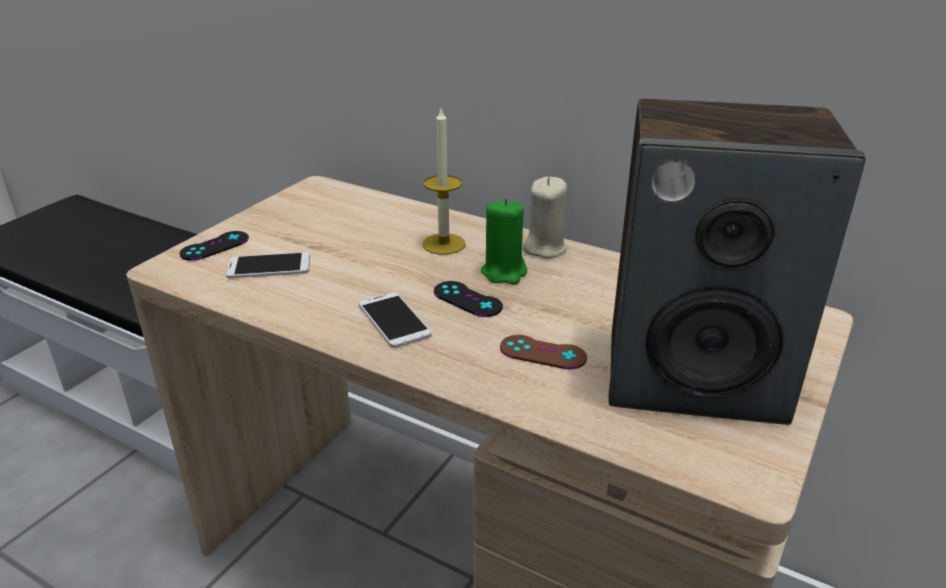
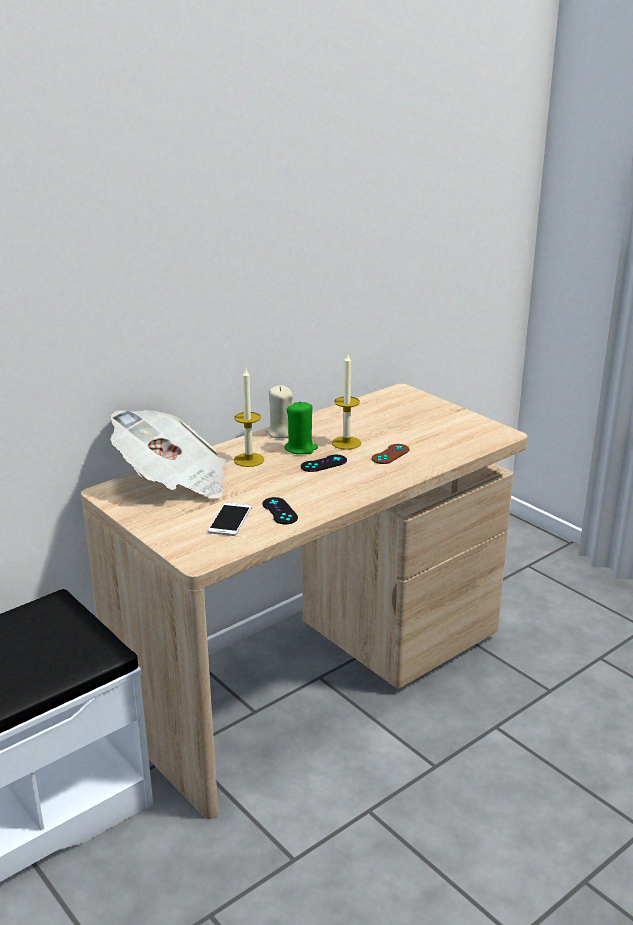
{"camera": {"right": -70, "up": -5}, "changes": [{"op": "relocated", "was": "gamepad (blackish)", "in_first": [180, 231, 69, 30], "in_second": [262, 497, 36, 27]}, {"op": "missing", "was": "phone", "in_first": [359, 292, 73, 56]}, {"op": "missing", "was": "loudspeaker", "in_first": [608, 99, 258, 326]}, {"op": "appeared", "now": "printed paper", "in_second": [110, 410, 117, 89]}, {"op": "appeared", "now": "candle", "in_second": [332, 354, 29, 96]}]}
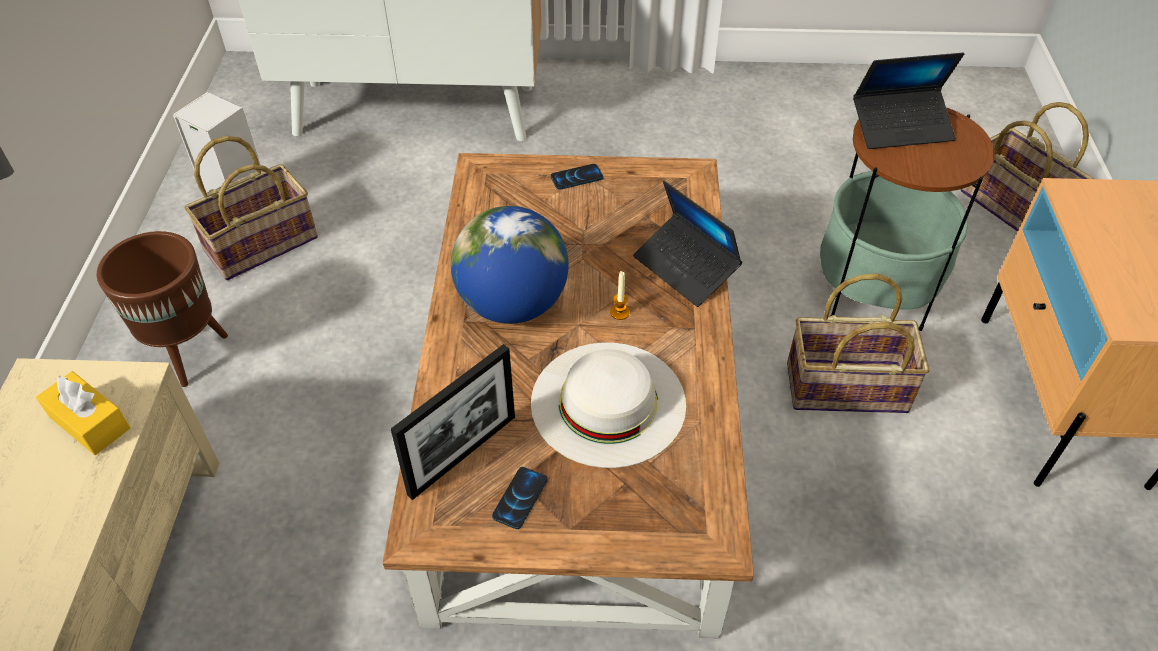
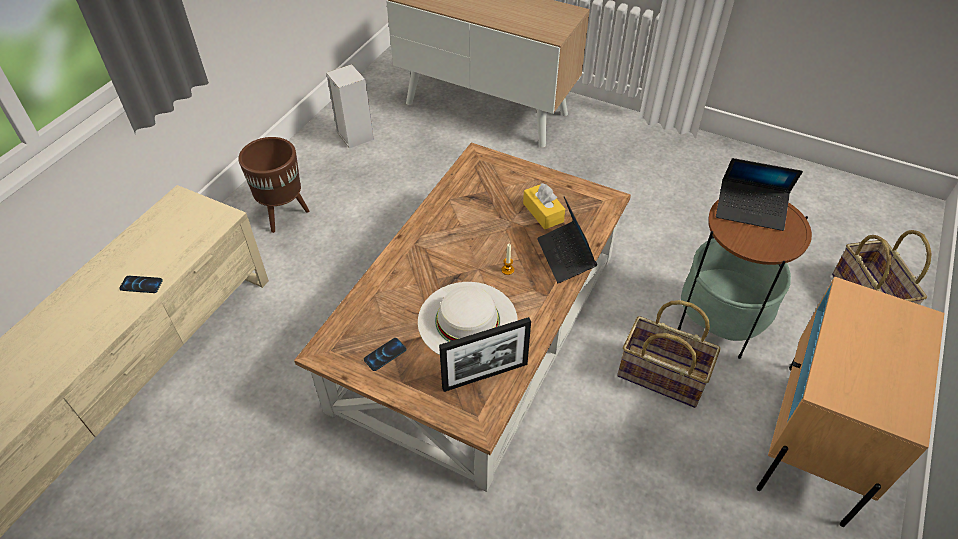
{"camera": {"right": 25, "up": 0}, "changes": [{"op": "relocated", "was": "tissue box (yellow-coloured)", "in_first": [36, 371, 94, 84], "in_second": [523, 183, 42, 46]}, {"op": "missing", "was": "household basket", "in_first": [185, 136, 133, 144]}, {"op": "relocated", "was": "picture frame", "in_first": [391, 344, 124, 156], "in_second": [439, 317, 92, 75]}, {"op": "missing", "was": "desk globe", "in_first": [451, 206, 118, 118]}, {"op": "relocated", "was": "phone", "in_first": [551, 164, 52, 26], "in_second": [119, 276, 44, 17]}]}
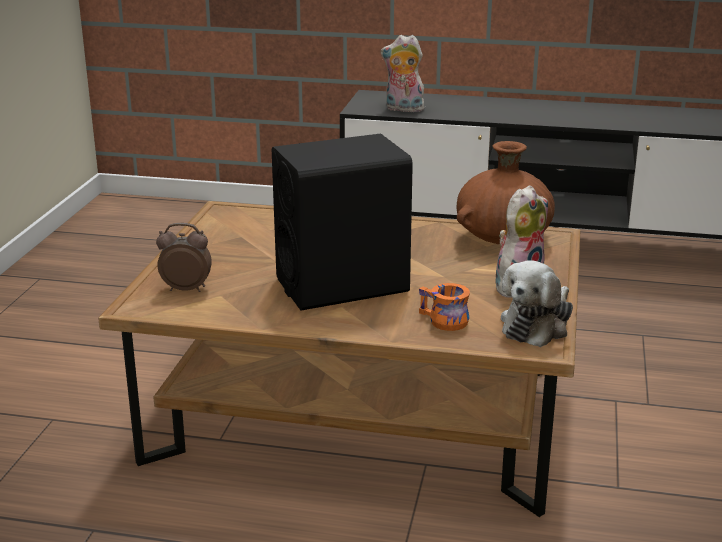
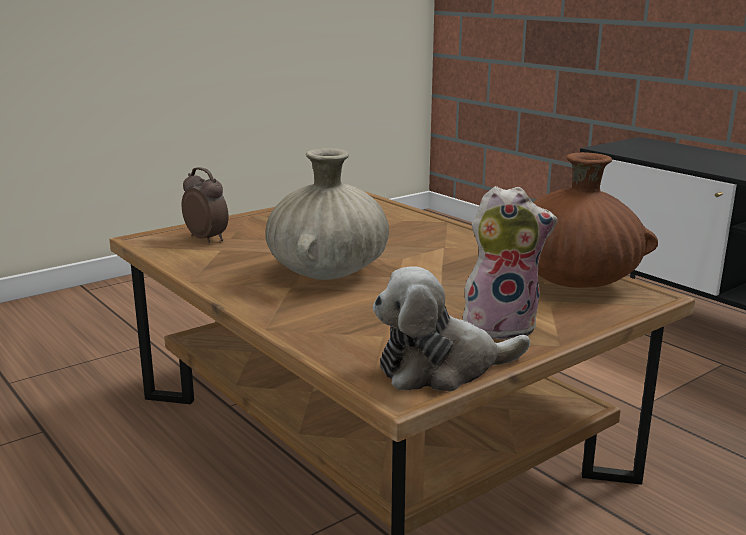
{"camera": {"right": 40, "up": -5}, "changes": [{"op": "exchanged", "was": "loudspeaker (blackish)", "now": "decorative vase (beige-coloured)", "in_first": [272, 134, 141, 176], "in_second": [265, 148, 124, 132]}, {"op": "missing", "was": "cuddly toy", "in_first": [380, 35, 46, 77]}, {"op": "missing", "was": "mug (orange-coloured)", "in_first": [419, 283, 51, 48]}]}
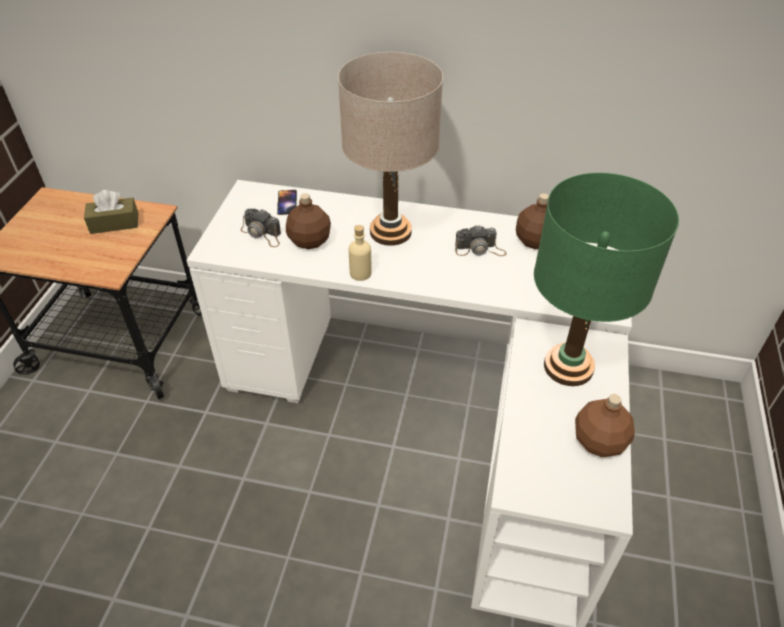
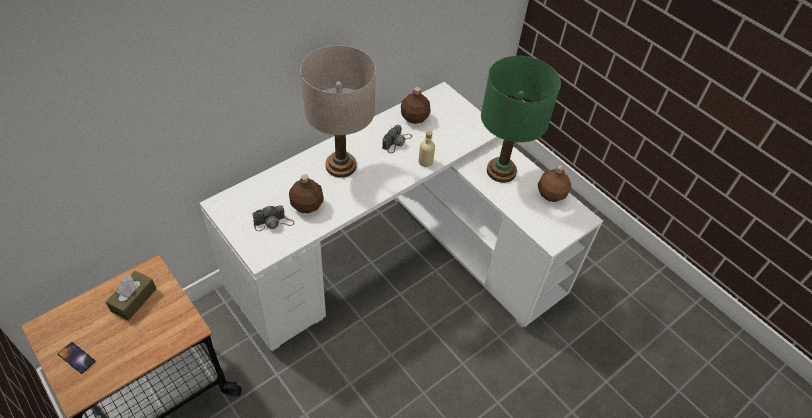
{"camera": {"right": -55, "up": 5}, "changes": [{"op": "relocated", "was": "phone", "in_first": [277, 190, 20, 25], "in_second": [58, 342, 38, 32]}, {"op": "relocated", "was": "bottle (beige-coloured)", "in_first": [349, 225, 22, 56], "in_second": [419, 131, 16, 36]}]}
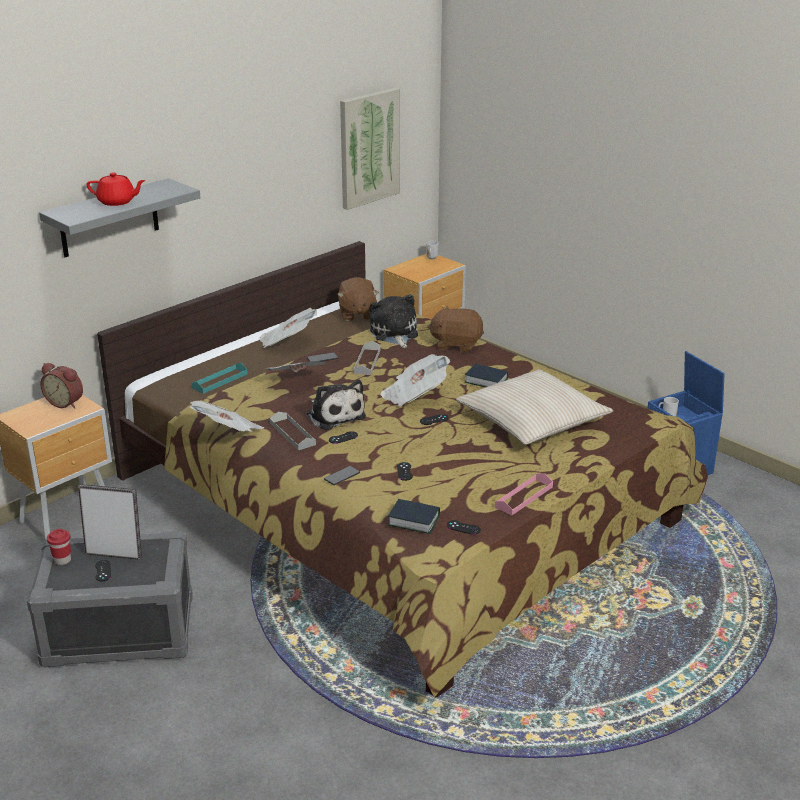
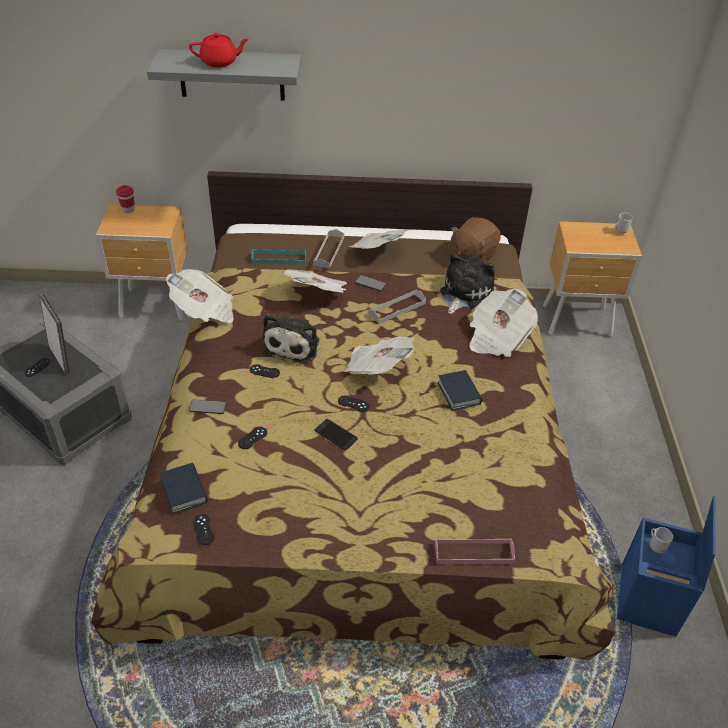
{"camera": {"right": 45, "up": 15}, "changes": [{"op": "missing", "was": "table clock", "in_first": [40, 363, 43, 45]}, {"op": "relocated", "was": "cup (reddish)", "in_first": [47, 529, 24, 36], "in_second": [116, 185, 19, 28]}, {"op": "spun", "was": "teapot (reddish)", "in_first": [87, 172, 59, 34], "in_second": [189, 33, 60, 34], "clockwise": -60}, {"op": "relocated", "was": "tray (greyish)", "in_first": [270, 412, 46, 38], "in_second": [313, 229, 31, 39]}, {"op": "missing", "was": "wall art", "in_first": [340, 88, 60, 122]}, {"op": "exchanged", "was": "cuddly toy (brownish)", "now": "printed paper", "in_first": [427, 306, 57, 46], "in_second": [469, 289, 69, 68]}, {"op": "missing", "was": "throw pillow (beige-coloured)", "in_first": [456, 369, 158, 76]}, {"op": "relocated", "was": "tray (pinkish)", "in_first": [495, 473, 58, 42], "in_second": [435, 538, 80, 26]}, {"op": "appeared", "now": "phone", "in_second": [315, 419, 43, 31]}]}
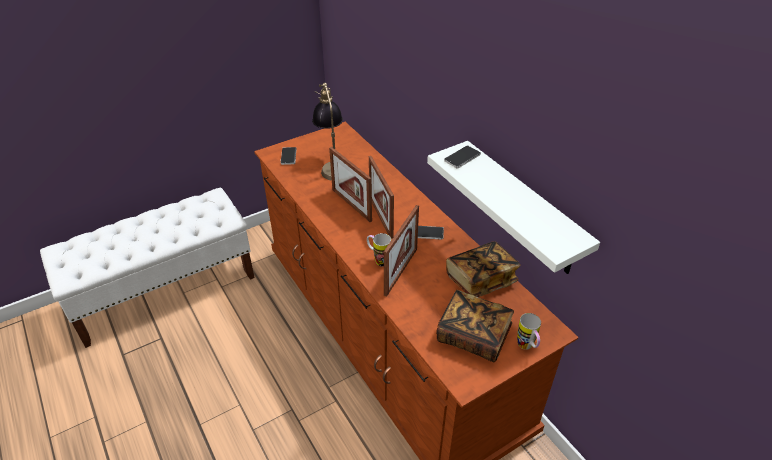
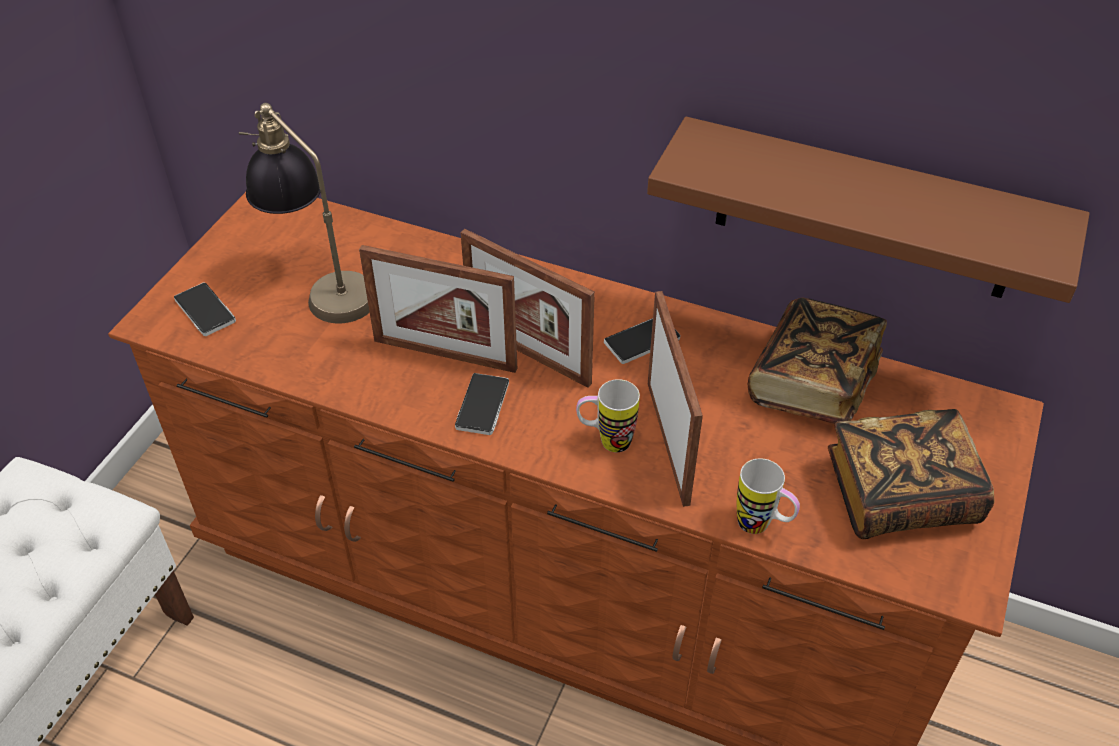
{"camera": {"right": -35, "up": 5}, "changes": [{"op": "colour", "was": "shelf (white)", "now": "shelf (brownish)", "in_first": [427, 141, 173, 133], "in_second": [647, 116, 443, 187]}, {"op": "relocated", "was": "phone", "in_first": [444, 145, 37, 24], "in_second": [455, 373, 54, 62]}, {"op": "relocated", "was": "mug", "in_first": [517, 313, 24, 37], "in_second": [737, 458, 63, 76]}]}
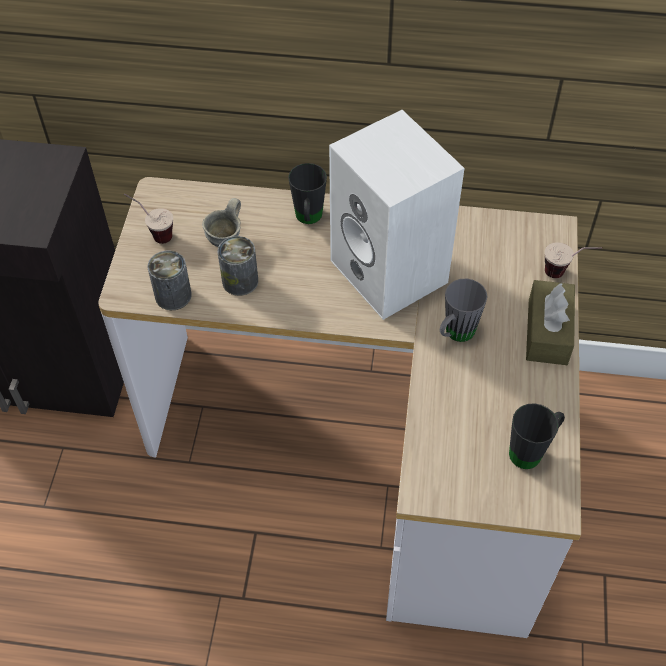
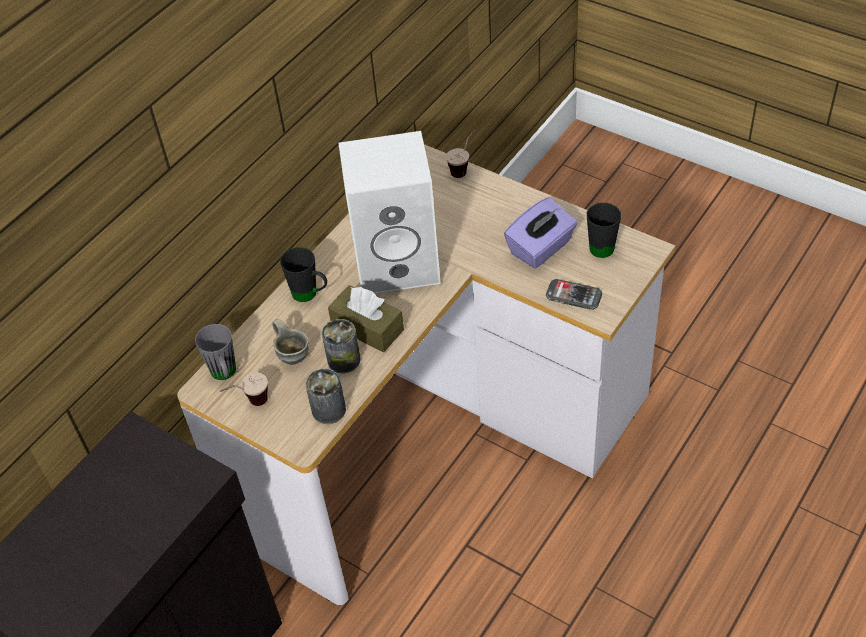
{"camera": {"right": -60, "up": -5}, "changes": [{"op": "relocated", "was": "mug (greyish)", "in_first": [440, 279, 47, 63], "in_second": [195, 324, 41, 56]}, {"op": "relocated", "was": "tissue box (brownish)", "in_first": [526, 280, 49, 85], "in_second": [328, 285, 76, 67]}, {"op": "appeared", "now": "tissue box (purple-coloured)", "in_second": [504, 197, 74, 71]}, {"op": "appeared", "now": "phone", "in_second": [546, 279, 56, 31]}]}
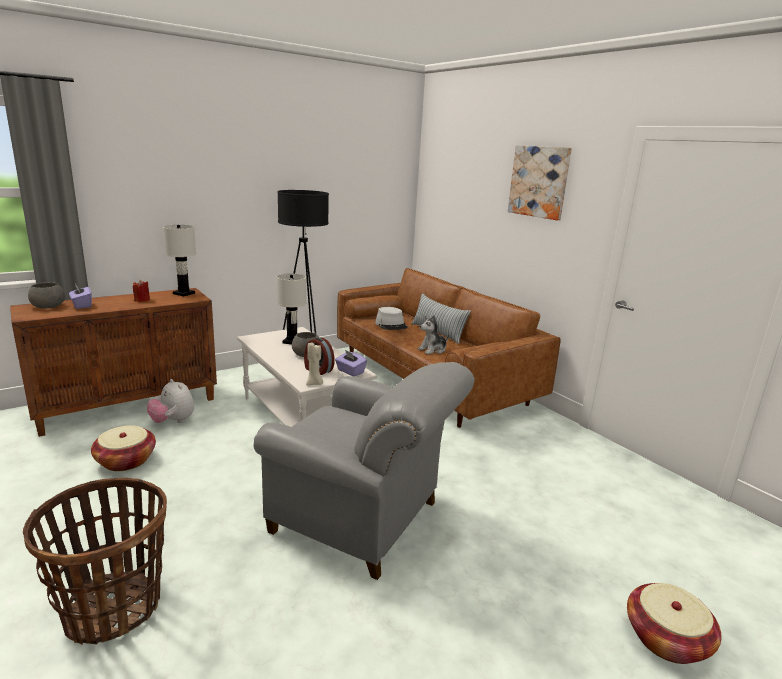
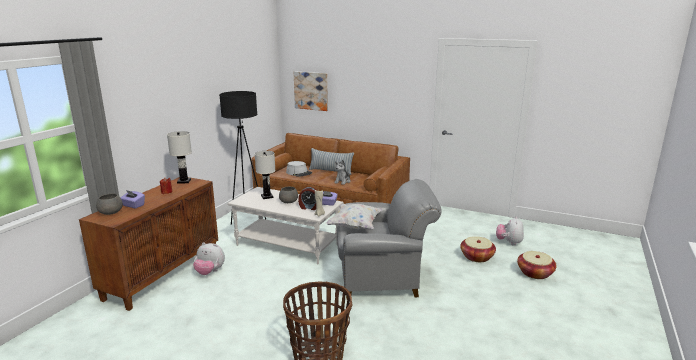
{"camera": {"right": -30, "up": 0}, "changes": [{"op": "relocated", "was": "household basket", "in_first": [91, 425, 65, 46], "in_second": [460, 236, 36, 26]}, {"op": "relocated", "was": "wall art", "in_first": [508, 145, 64, 75], "in_second": [294, 71, 34, 40]}, {"op": "appeared", "now": "throw pillow (white)", "in_second": [326, 204, 58, 26]}, {"op": "appeared", "now": "cuddly toy", "in_second": [496, 217, 28, 29]}]}
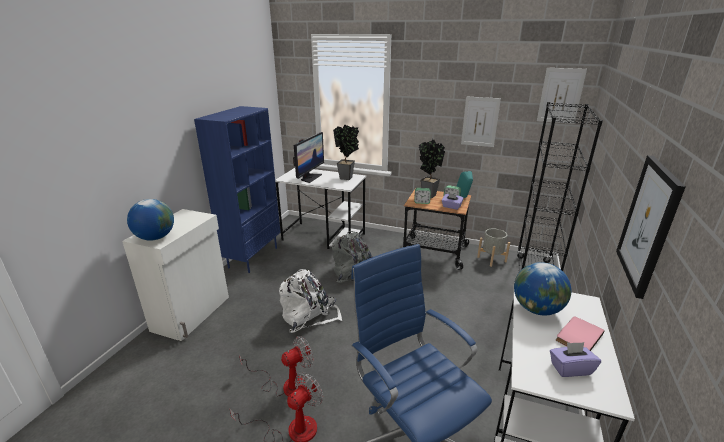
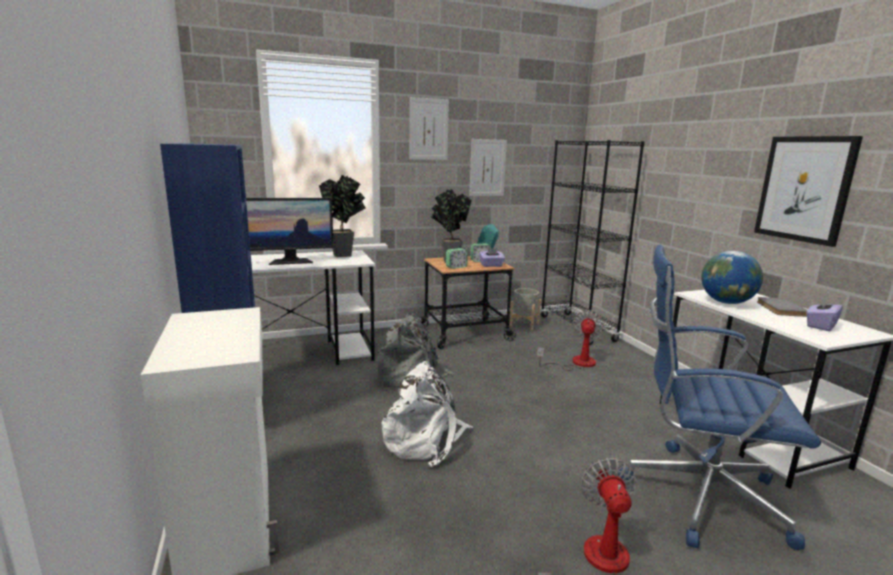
{"camera": {"right": -40, "up": -10}, "changes": [{"op": "missing", "was": "desk globe", "in_first": [127, 199, 47, 42]}, {"op": "relocated", "was": "fan", "in_first": [239, 336, 74, 61], "in_second": [537, 310, 67, 61]}, {"op": "spun", "was": "computer display", "in_first": [293, 132, 31, 51], "in_second": [246, 198, 88, 67], "clockwise": 90}, {"op": "relocated", "was": "wall art", "in_first": [537, 68, 50, 56], "in_second": [410, 97, 39, 63]}, {"op": "colour", "was": "volume (pinkish)", "now": "volume (greyish)", "in_first": [556, 316, 49, 35], "in_second": [757, 297, 50, 20]}]}
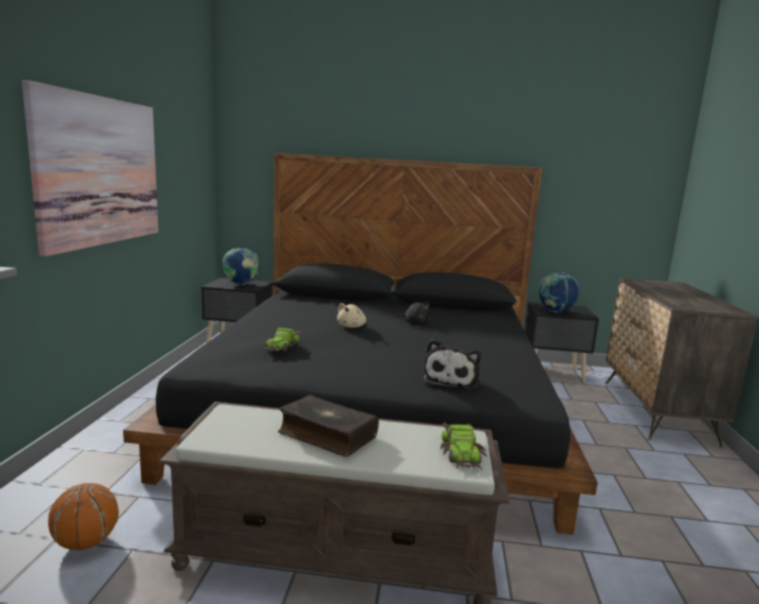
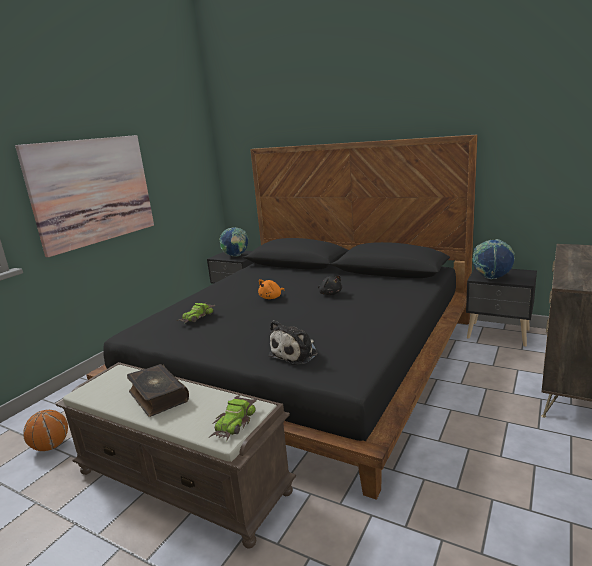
{"camera": {"right": 25, "up": 5}, "changes": [{"op": "colour", "was": "cuddly toy (beige-coloured)", "now": "cuddly toy (orange-coloured)", "in_first": [337, 303, 29, 25], "in_second": [258, 279, 27, 20]}]}
